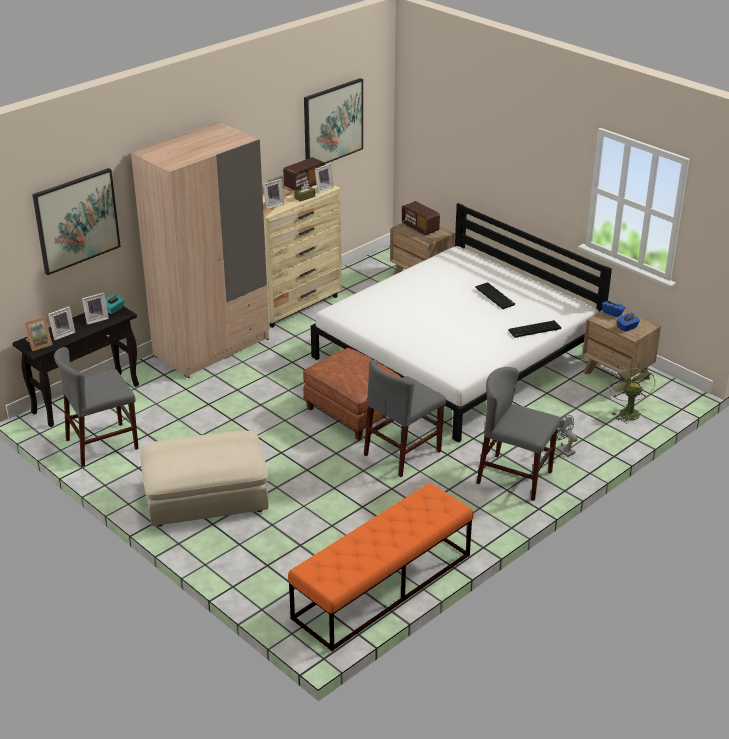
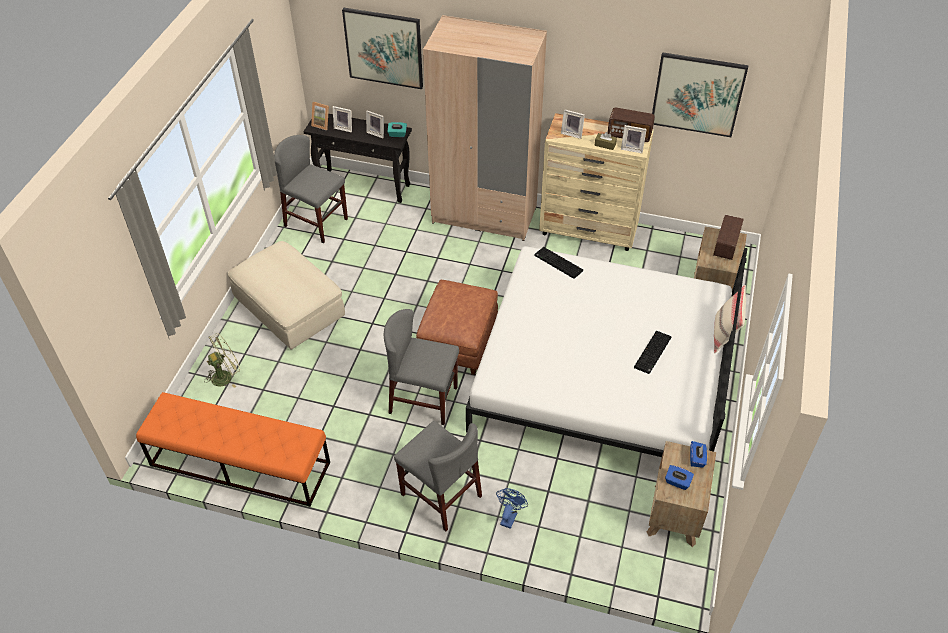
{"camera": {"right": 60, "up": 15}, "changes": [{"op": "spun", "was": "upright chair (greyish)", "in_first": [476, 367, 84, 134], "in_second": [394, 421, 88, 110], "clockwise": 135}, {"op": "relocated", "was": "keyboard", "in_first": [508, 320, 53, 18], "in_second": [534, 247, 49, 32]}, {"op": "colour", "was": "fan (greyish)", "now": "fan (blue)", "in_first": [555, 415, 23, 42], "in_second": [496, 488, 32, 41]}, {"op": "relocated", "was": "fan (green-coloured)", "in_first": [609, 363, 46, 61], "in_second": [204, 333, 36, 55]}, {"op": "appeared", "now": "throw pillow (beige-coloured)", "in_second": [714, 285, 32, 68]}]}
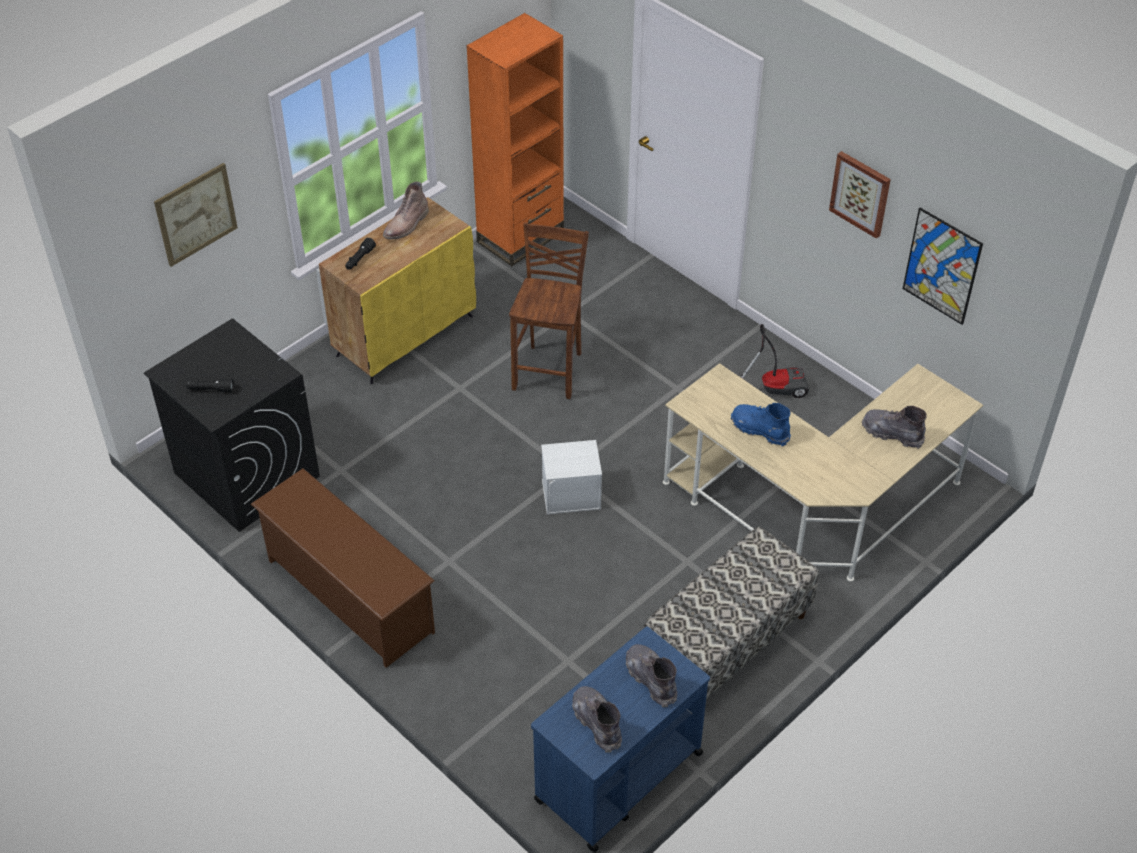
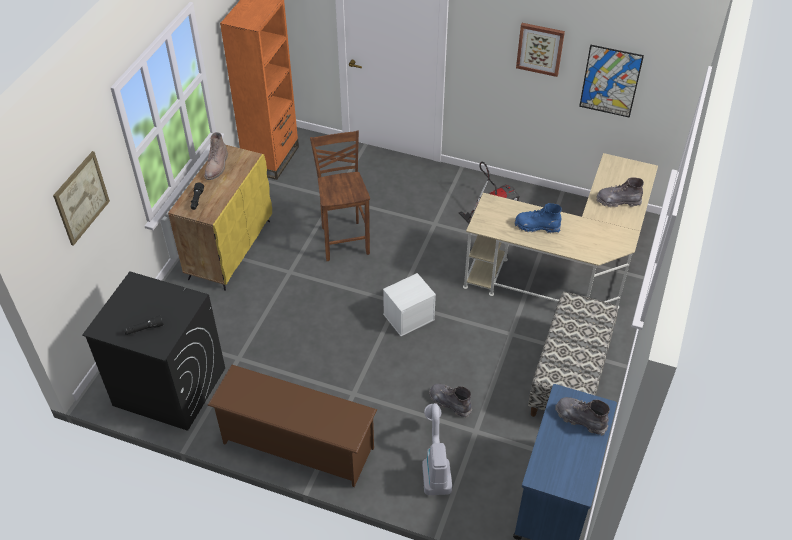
{"camera": {"right": -25, "up": 0}, "changes": [{"op": "relocated", "was": "boot (greyish)", "in_first": [572, 686, 50, 67], "in_second": [429, 384, 43, 34]}, {"op": "appeared", "now": "vacuum", "in_second": [422, 403, 30, 92]}]}
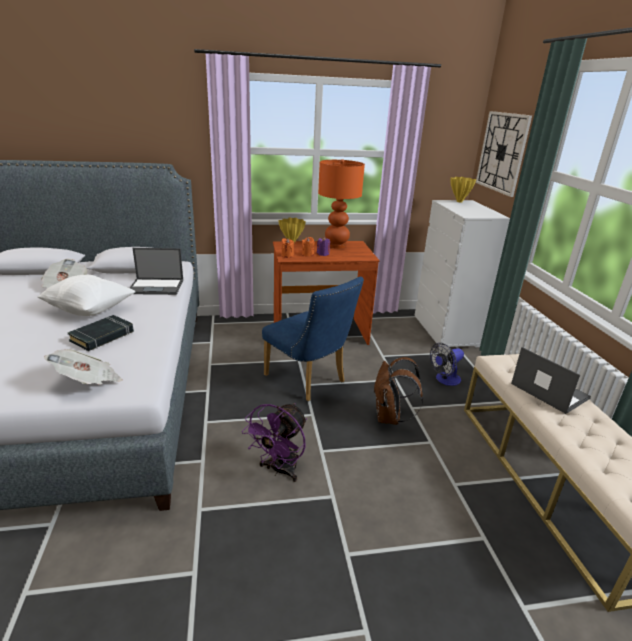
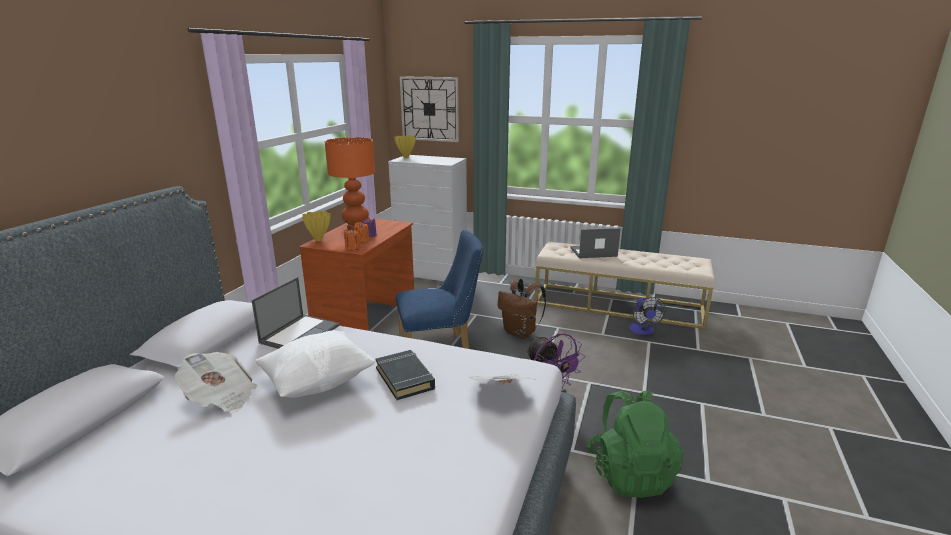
{"camera": {"right": -60, "up": -5}, "changes": [{"op": "relocated", "was": "fan", "in_first": [430, 343, 34, 43], "in_second": [630, 297, 36, 38]}, {"op": "appeared", "now": "rucksack (green-coloured)", "in_second": [586, 390, 97, 108]}]}
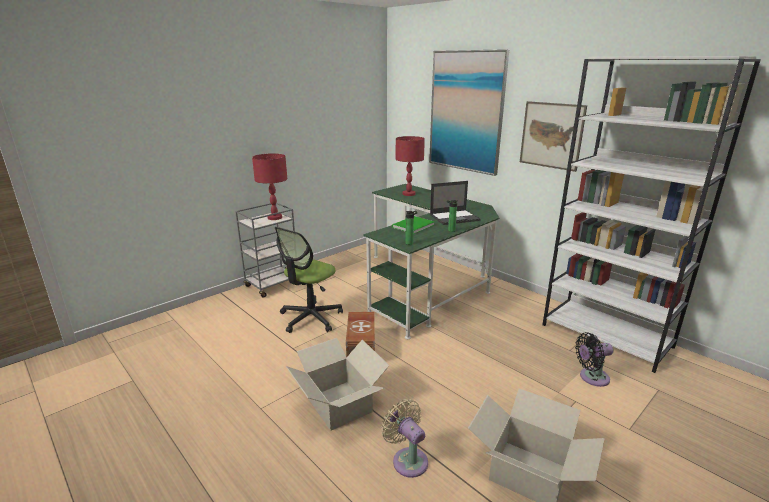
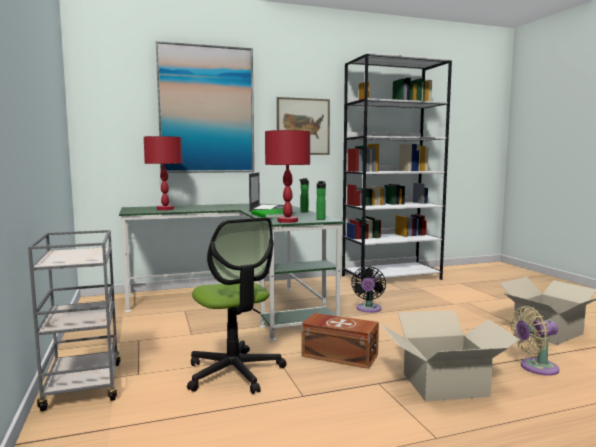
{"camera": {"right": -65, "up": -15}, "changes": [{"op": "relocated", "was": "lamp for a table (reddish)", "in_first": [252, 153, 35, 67], "in_second": [265, 130, 45, 93]}, {"op": "relocated", "was": "fan (blackish)", "in_first": [575, 332, 38, 55], "in_second": [351, 266, 35, 47]}]}
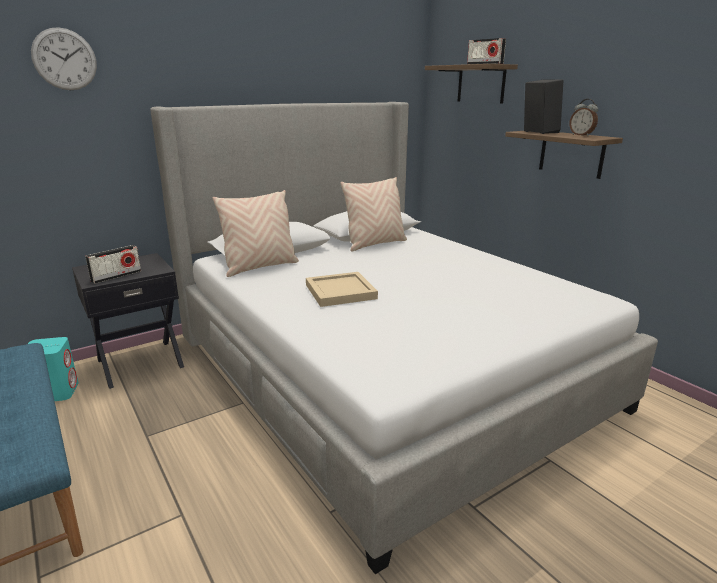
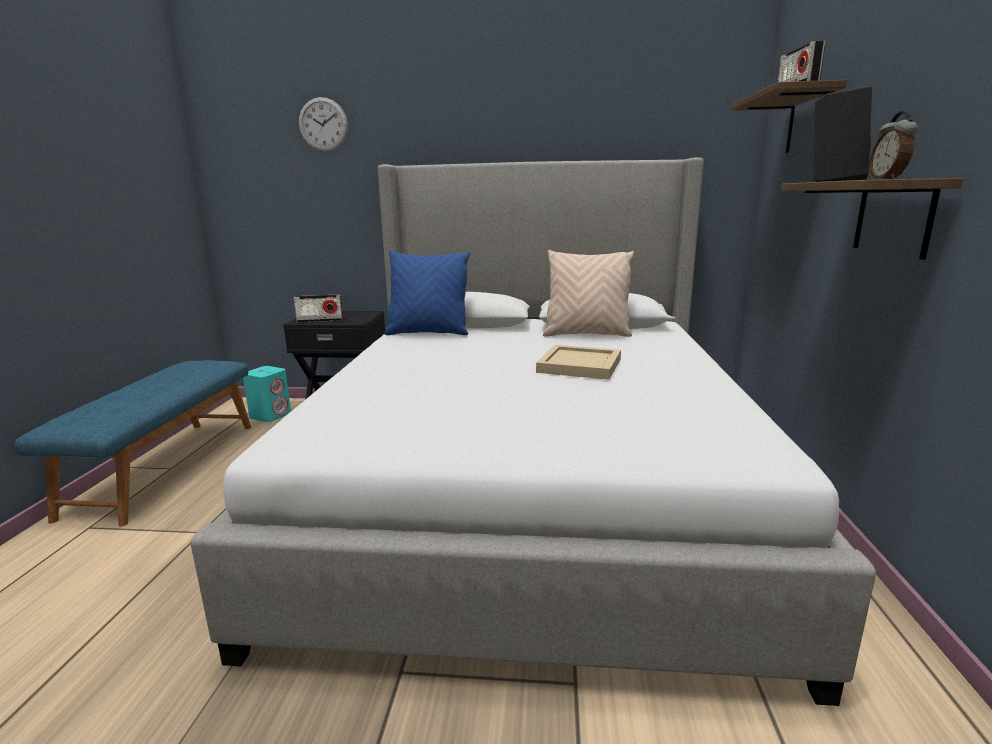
{"camera": {"right": 40, "up": -5}, "changes": [{"op": "colour", "was": "throw pillow (beige-coloured)", "now": "throw pillow (blue)", "in_first": [213, 190, 86, 87], "in_second": [384, 251, 86, 84]}, {"op": "relocated", "was": "tray (beige-coloured)", "in_first": [306, 272, 72, 35], "in_second": [536, 345, 85, 35]}]}
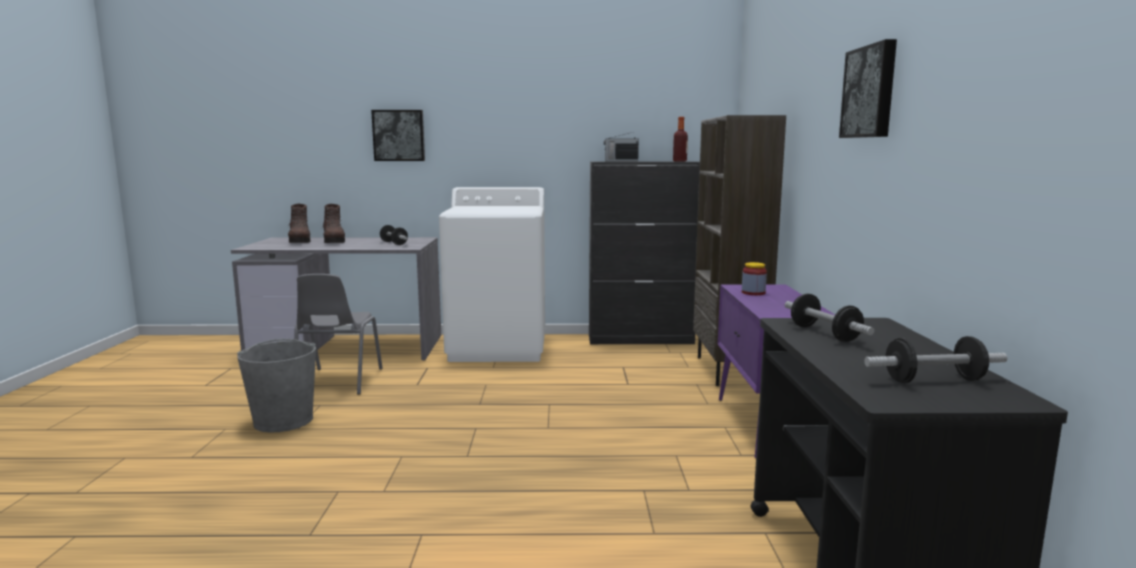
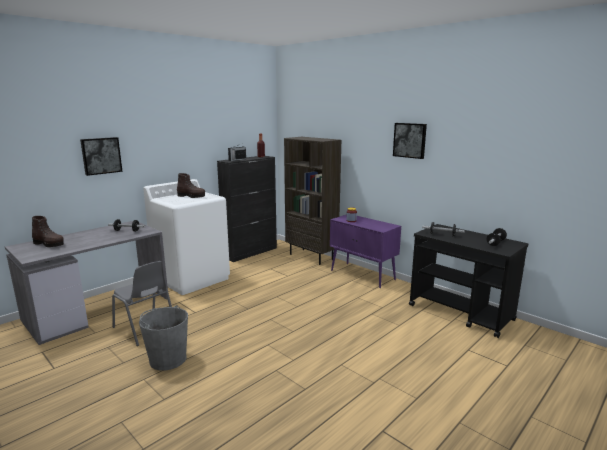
{"camera": {"right": -45, "up": 5}, "changes": [{"op": "relocated", "was": "boot (brownish)", "in_first": [323, 204, 22, 39], "in_second": [177, 173, 28, 25]}]}
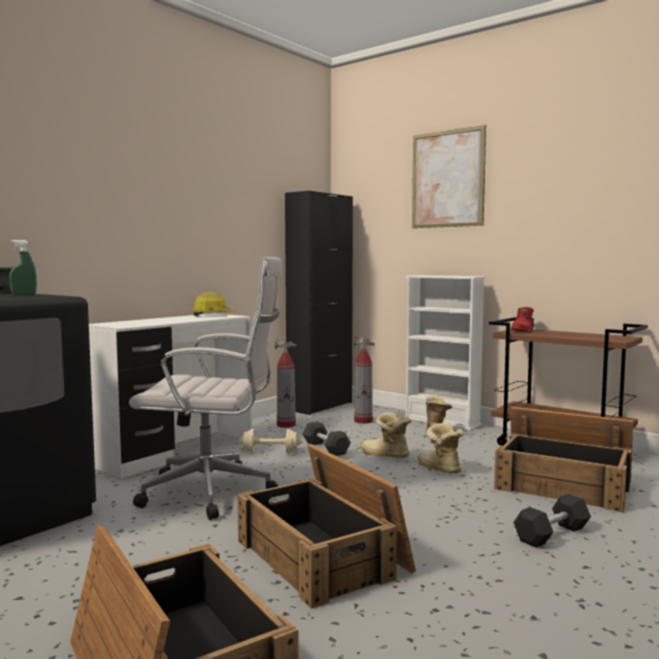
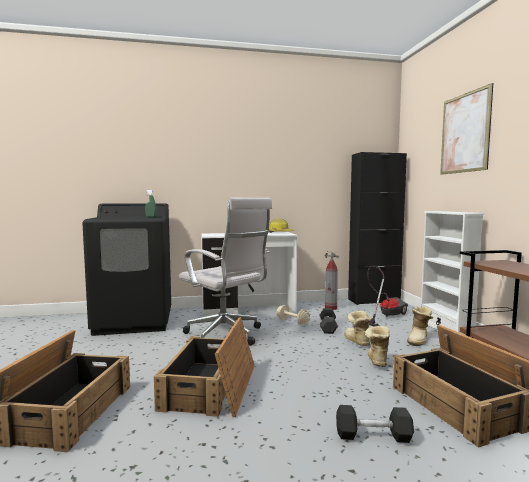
{"camera": {"right": 40, "up": 0}, "changes": [{"op": "exchanged", "was": "extinguisher", "now": "vacuum", "in_first": [353, 337, 22, 87], "in_second": [367, 266, 41, 60]}, {"op": "missing", "was": "boot (reddish)", "in_first": [511, 307, 23, 25]}]}
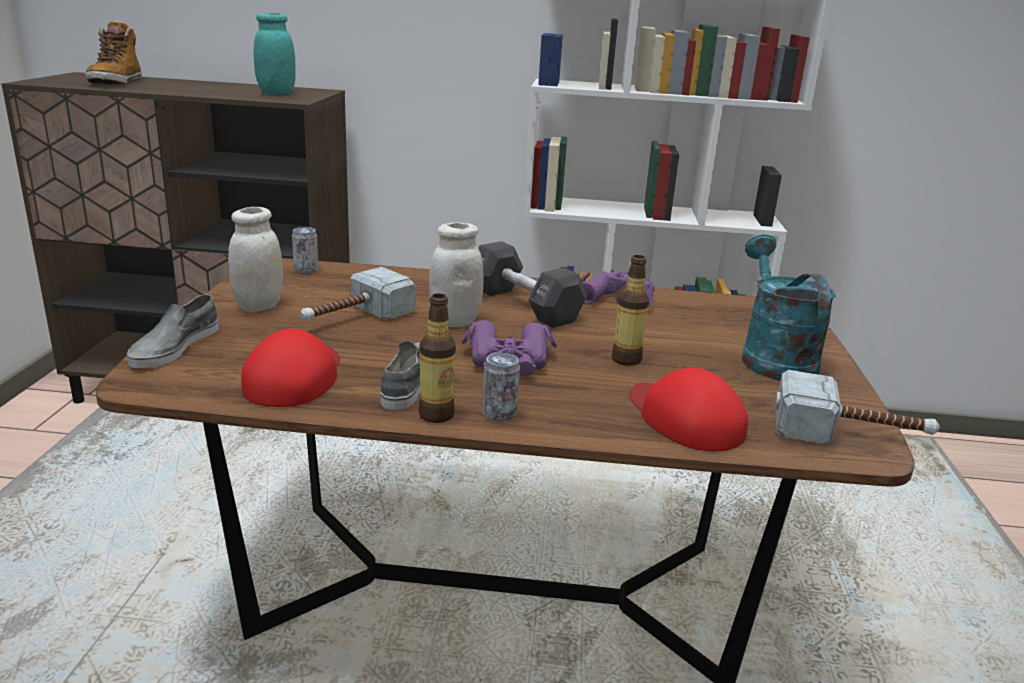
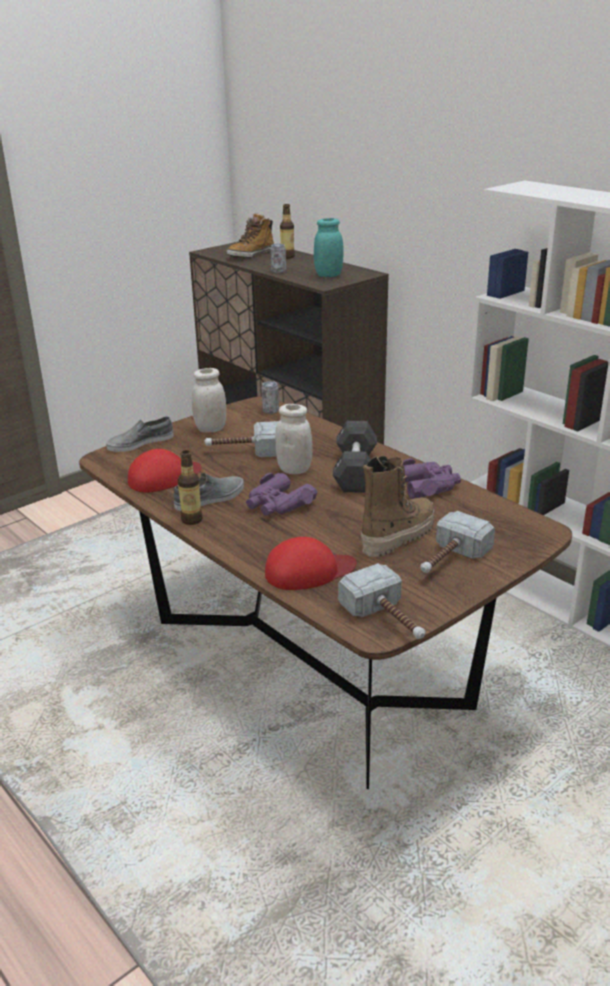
{"camera": {"right": 45, "up": 5}, "changes": [{"op": "relocated", "was": "can", "in_first": [482, 353, 38, 69], "in_second": [271, 244, 15, 29]}, {"op": "relocated", "was": "bottle", "in_first": [612, 255, 37, 111], "in_second": [280, 204, 15, 55]}, {"op": "spun", "was": "cap (reddish)", "in_first": [629, 368, 119, 83], "in_second": [265, 537, 91, 53], "clockwise": 60}, {"op": "exchanged", "was": "watering pot (turquoise-coloured)", "now": "tool hammer", "in_first": [742, 234, 94, 147], "in_second": [420, 511, 75, 62]}, {"op": "appeared", "now": "boot", "in_second": [361, 456, 74, 101]}]}
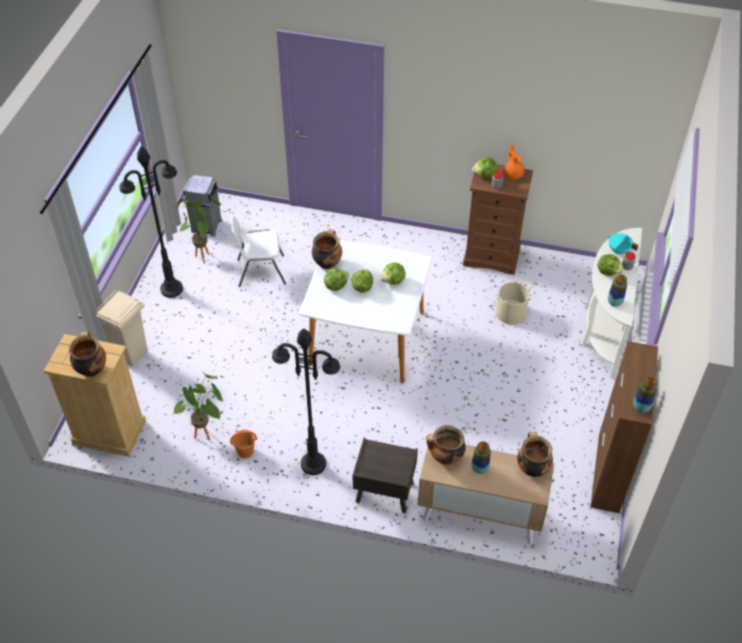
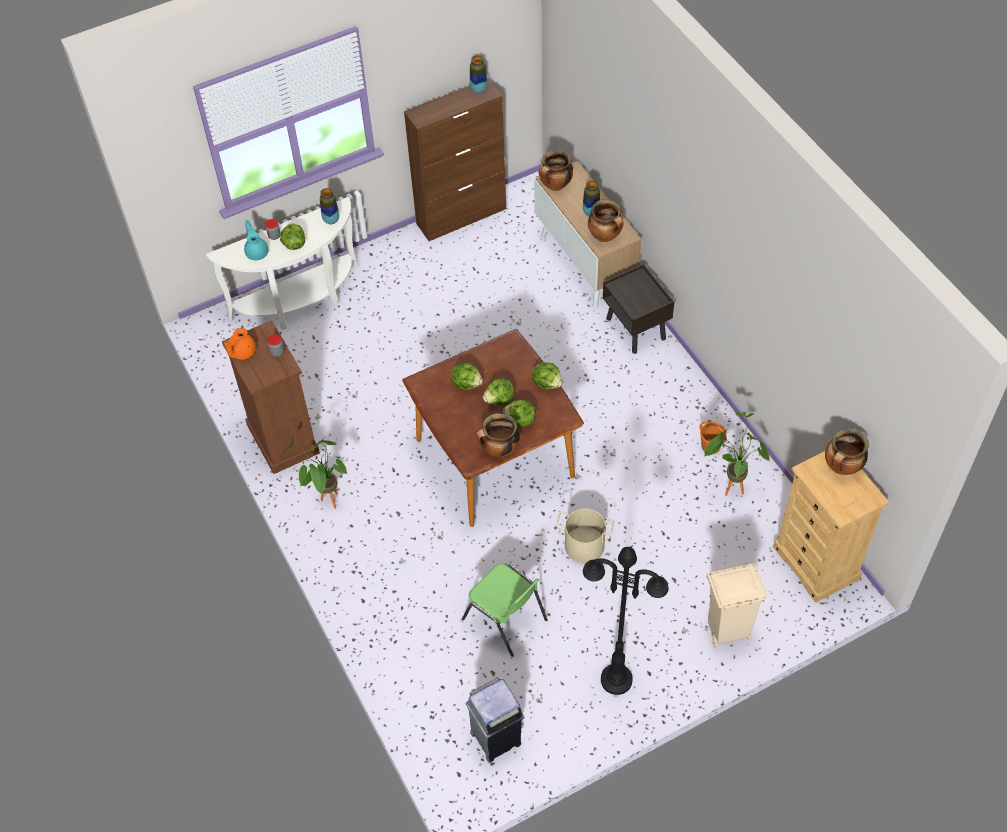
{"camera": {"right": -130, "up": 5}, "changes": [{"op": "relocated", "was": "potted plant", "in_first": [176, 195, 45, 68], "in_second": [281, 436, 67, 73]}, {"op": "colour", "was": "upright chair (white)", "now": "upright chair (green-coloured)", "in_first": [231, 216, 55, 71], "in_second": [462, 563, 86, 94]}, {"op": "missing", "was": "floor lamp (blackish)", "in_first": [272, 328, 68, 147]}, {"op": "colour", "was": "kitchen table (white)", "now": "kitchen table (brownish)", "in_first": [299, 240, 134, 144], "in_second": [402, 329, 182, 198]}, {"op": "relocated", "was": "head of lettuce", "in_first": [472, 157, 25, 21], "in_second": [532, 362, 30, 28]}, {"op": "relocated", "was": "water bucket (beige-coloured)", "in_first": [495, 279, 39, 46], "in_second": [557, 509, 57, 54]}, {"op": "exchanged", "was": "saucepot (turquoise-coloured)", "now": "teapot (turquoise-coloured)", "in_first": [608, 233, 31, 21], "in_second": [244, 219, 25, 41]}]}
